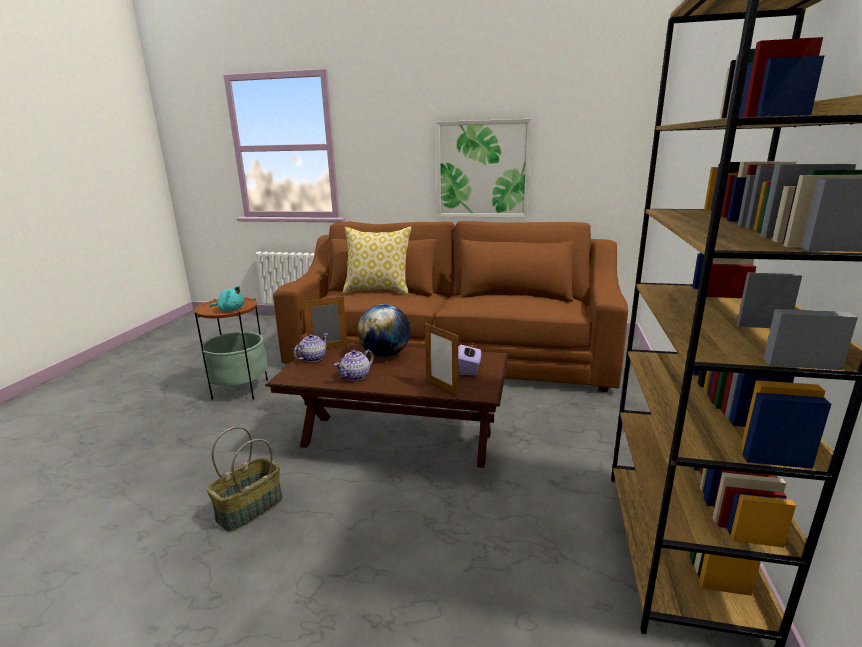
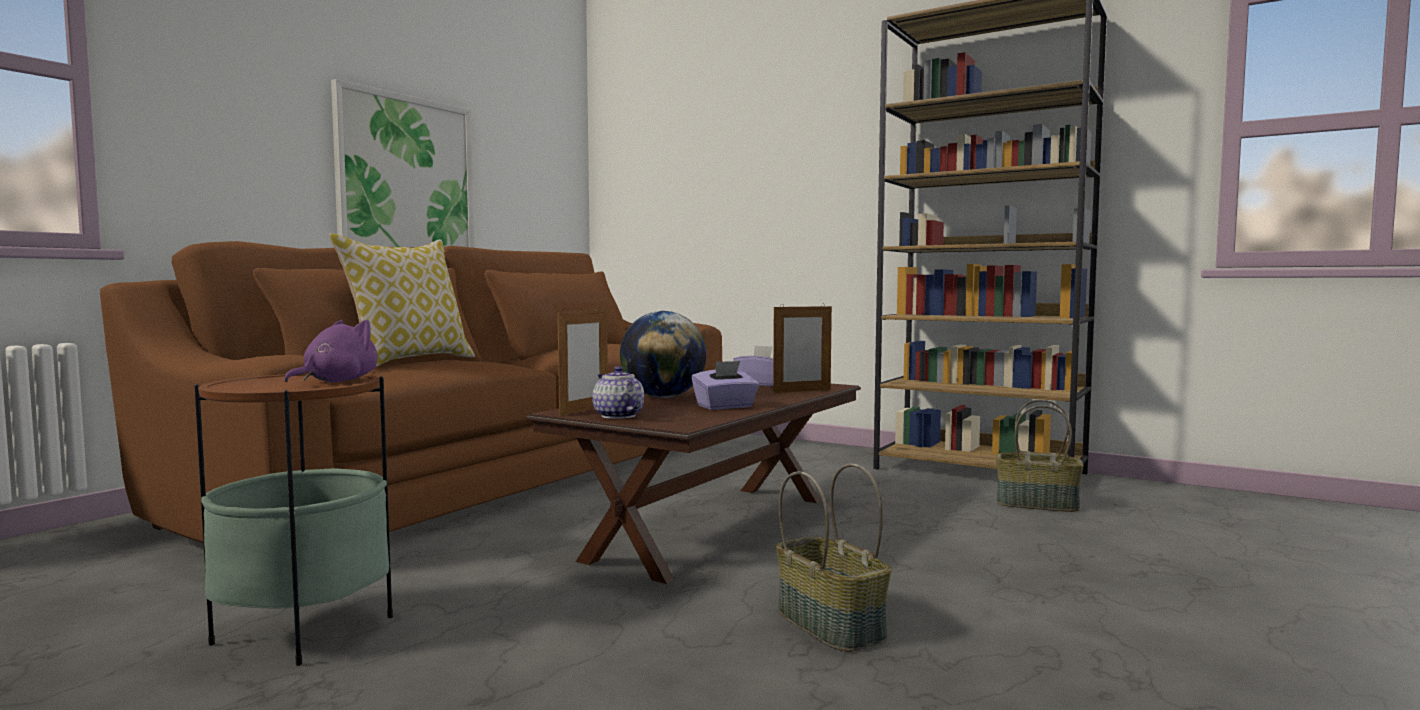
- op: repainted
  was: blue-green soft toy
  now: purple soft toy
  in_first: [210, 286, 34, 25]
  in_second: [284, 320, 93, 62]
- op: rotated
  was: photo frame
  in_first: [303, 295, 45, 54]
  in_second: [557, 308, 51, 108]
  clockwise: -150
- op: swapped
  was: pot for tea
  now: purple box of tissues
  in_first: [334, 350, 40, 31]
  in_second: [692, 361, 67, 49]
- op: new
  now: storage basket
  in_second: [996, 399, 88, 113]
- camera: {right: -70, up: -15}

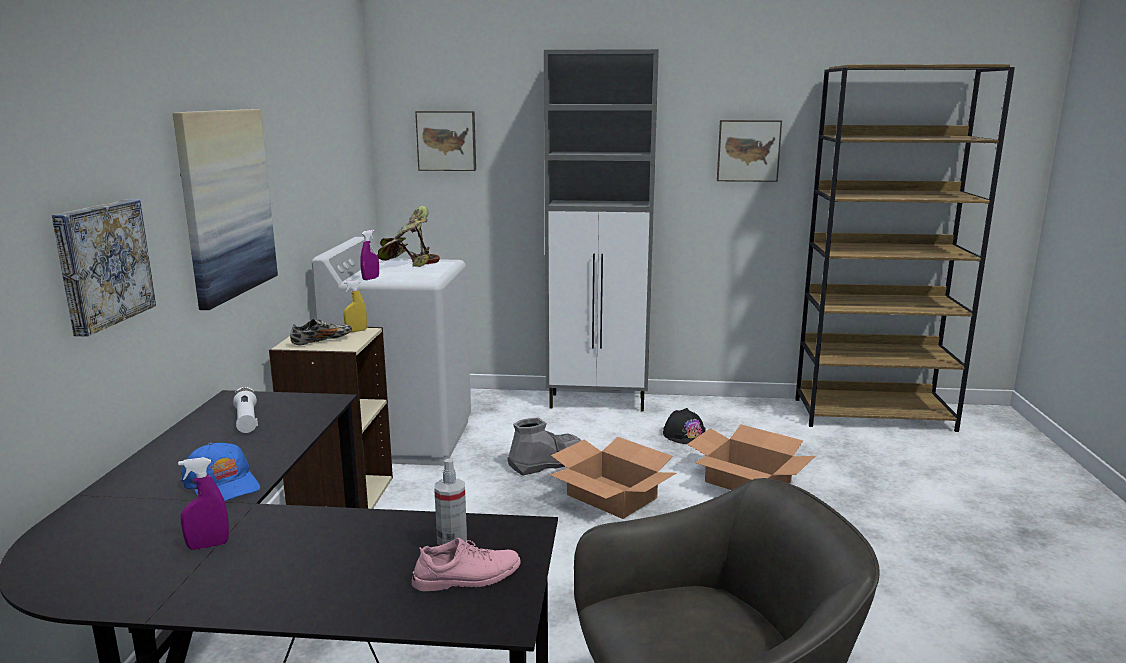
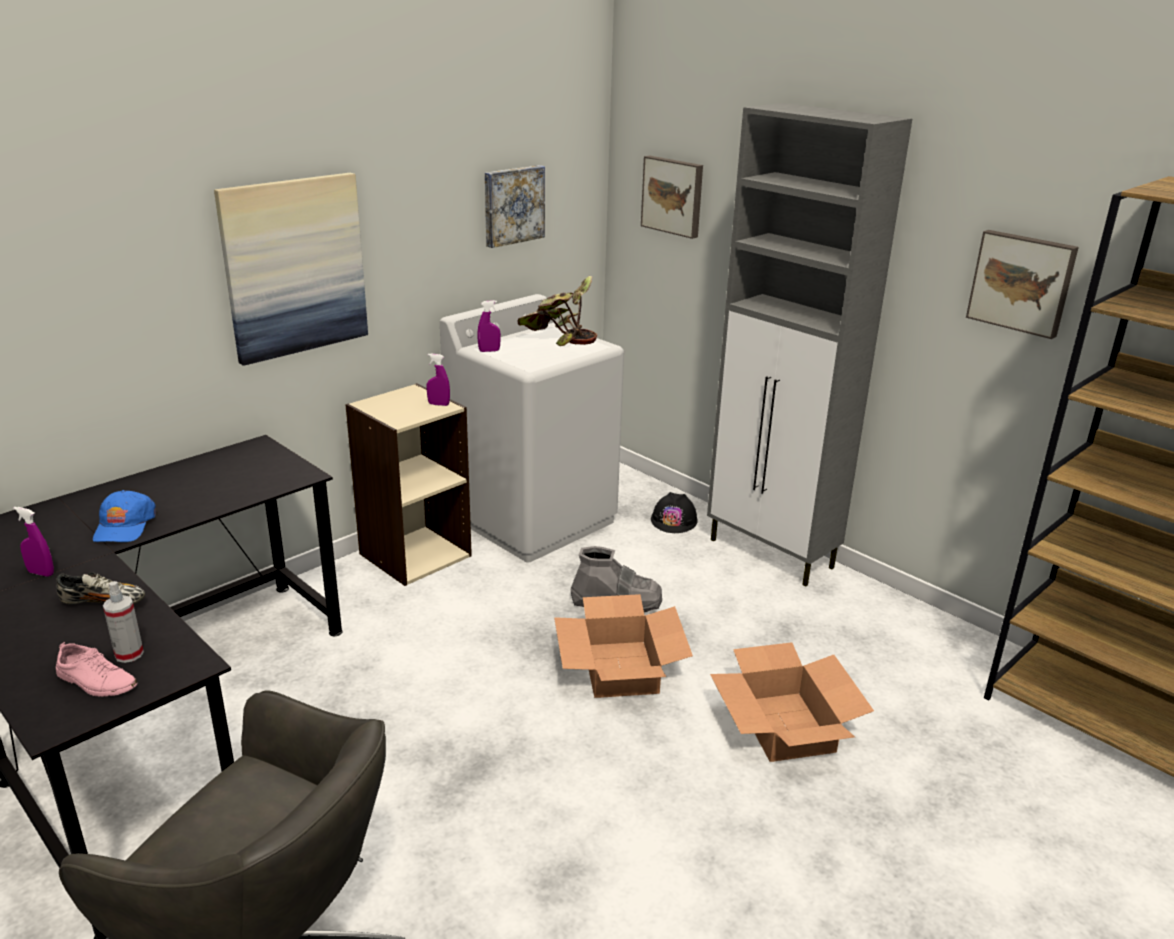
- op: shifted
  was: shoe
  in_first: [290, 319, 62, 27]
  in_second: [56, 572, 89, 32]
- op: repainted
  was: yellow spray bottle
  now: purple spray bottle
  in_first: [344, 280, 23, 52]
  in_second: [426, 353, 24, 53]
- op: shifted
  was: picture
  in_first: [52, 199, 104, 138]
  in_second: [485, 165, 60, 83]
- op: shifted
  was: blackish hard hat
  in_first: [663, 408, 42, 36]
  in_second: [651, 492, 47, 41]
- op: gone
  was: white-coloured torch
  in_first: [233, 387, 25, 46]
- camera: {right: 40, up: 10}

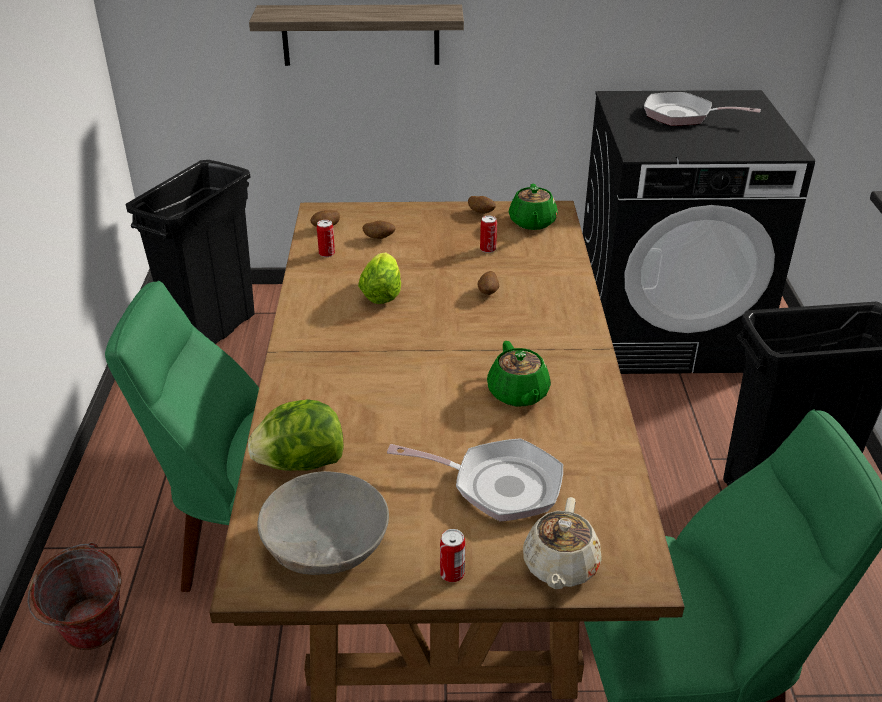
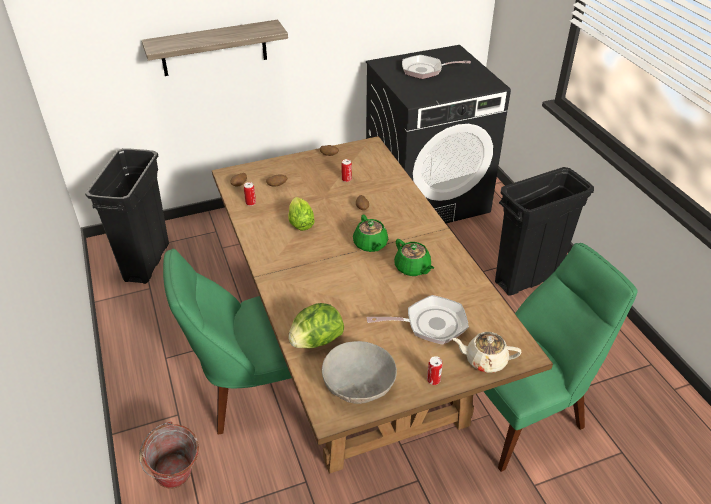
- op: shifted
  was: green-coloured pot for tea
  in_first: [509, 184, 49, 46]
  in_second: [353, 215, 35, 37]
- op: rotated
  was: beige-coloured pot for tea
  in_first: [523, 497, 79, 92]
  in_second: [453, 332, 69, 41]
  clockwise: 105
- camera: {right: -20, up: 5}

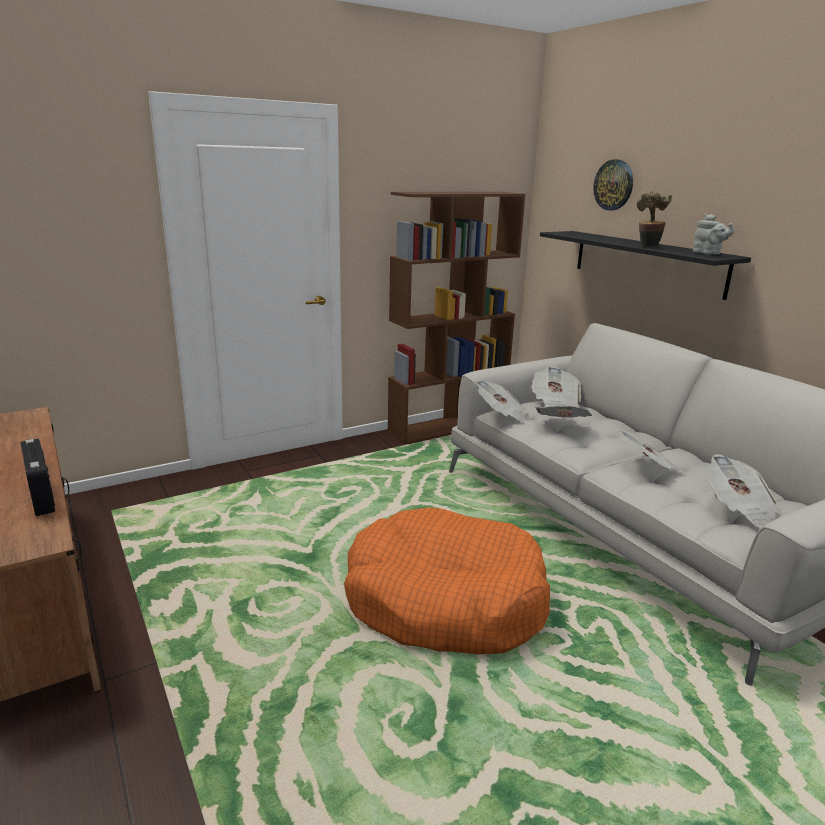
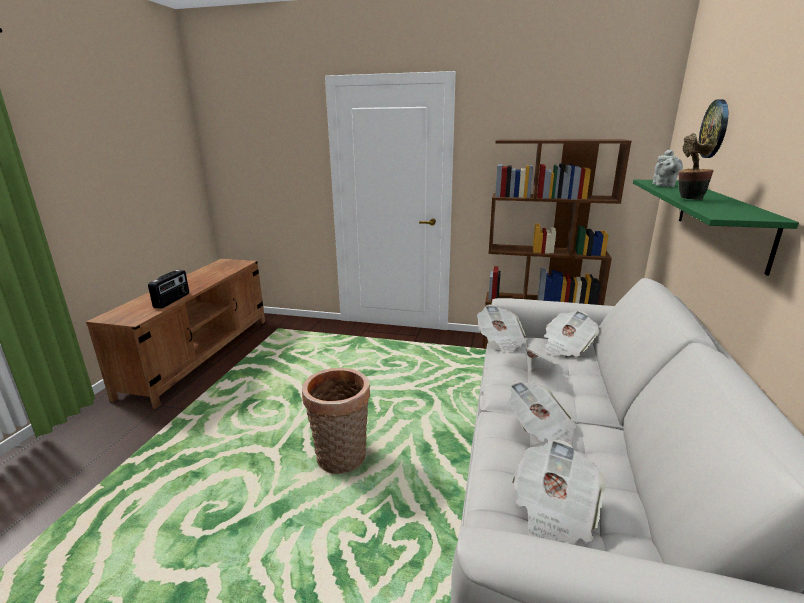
- op: swapped
  was: orange dog bed
  now: storage basket
  in_first: [344, 508, 206, 146]
  in_second: [302, 368, 68, 106]
- op: repainted
  was: blackish shelf
  now: green-coloured shelf
  in_first: [540, 231, 211, 69]
  in_second: [633, 180, 166, 95]
- op: shifted
  was: greyish pot for tea
  in_first: [693, 214, 42, 40]
  in_second: [652, 150, 31, 37]
- camera: {right: 45, up: 0}

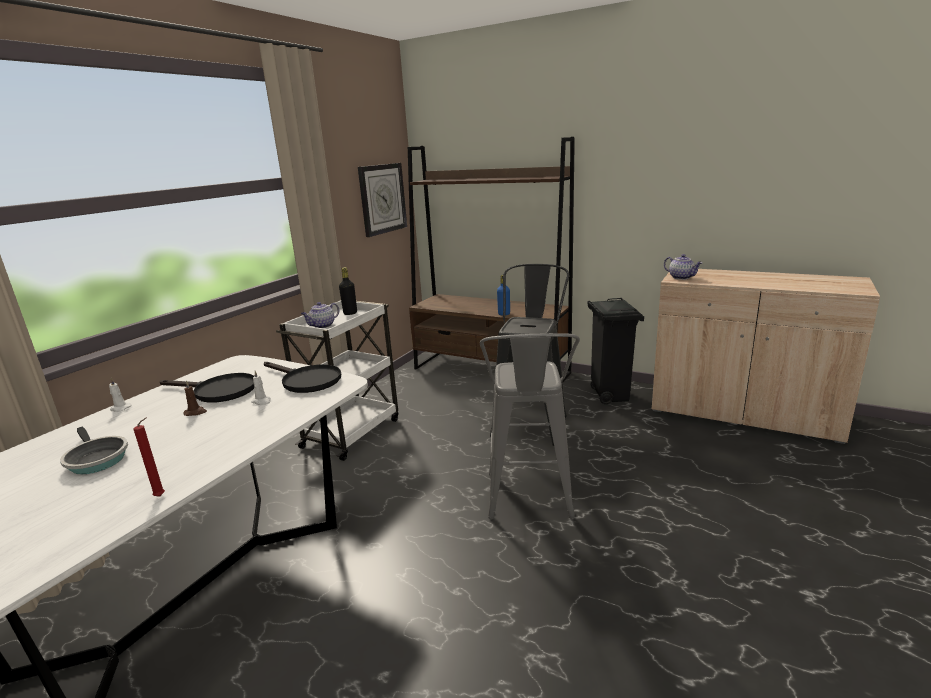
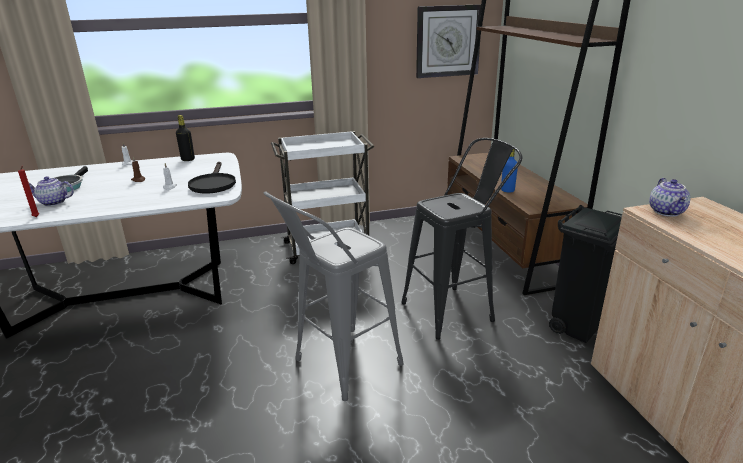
- op: shifted
  was: pot for tea
  in_first: [301, 302, 38, 26]
  in_second: [29, 176, 45, 30]
- op: shifted
  was: blackish drink bottle
  in_first: [339, 267, 18, 48]
  in_second: [176, 115, 19, 46]
- op: gone
  was: blackish pan
  in_first: [160, 373, 94, 30]
- camera: {right: 45, up: 5}

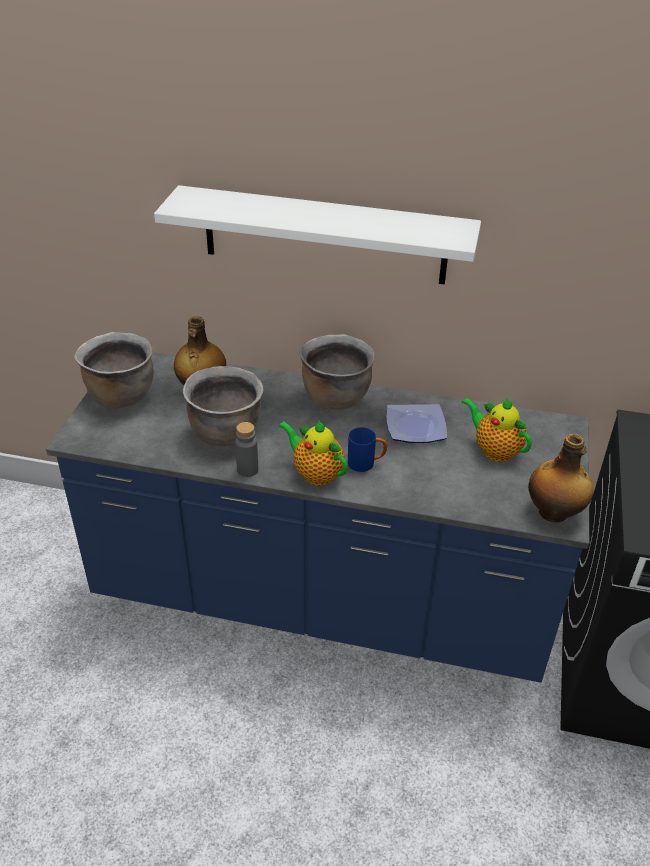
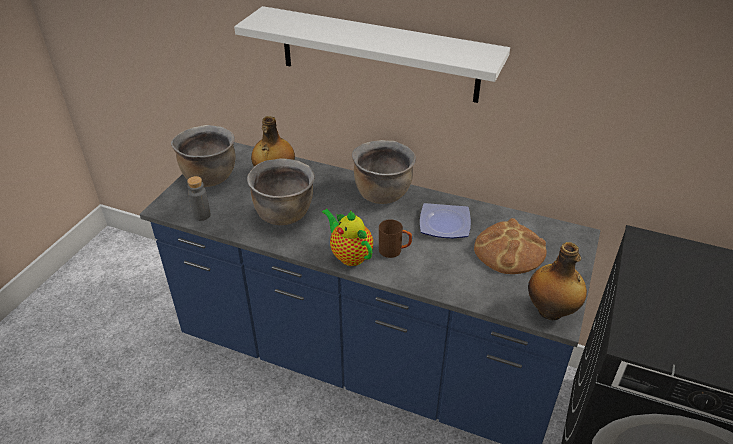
- op: shifted
  was: greyish drink bottle
  in_first: [235, 422, 23, 55]
  in_second: [187, 176, 24, 45]
- op: repainted
  was: bluish tea mug
  now: brown-coloured tea mug
  in_first: [348, 427, 39, 45]
  in_second: [379, 219, 33, 39]
- op: swapped
  was: pot for tea
  now: baked bread
  in_first: [462, 398, 70, 64]
  in_second: [474, 218, 73, 56]
- camera: {right: 10, up: 0}

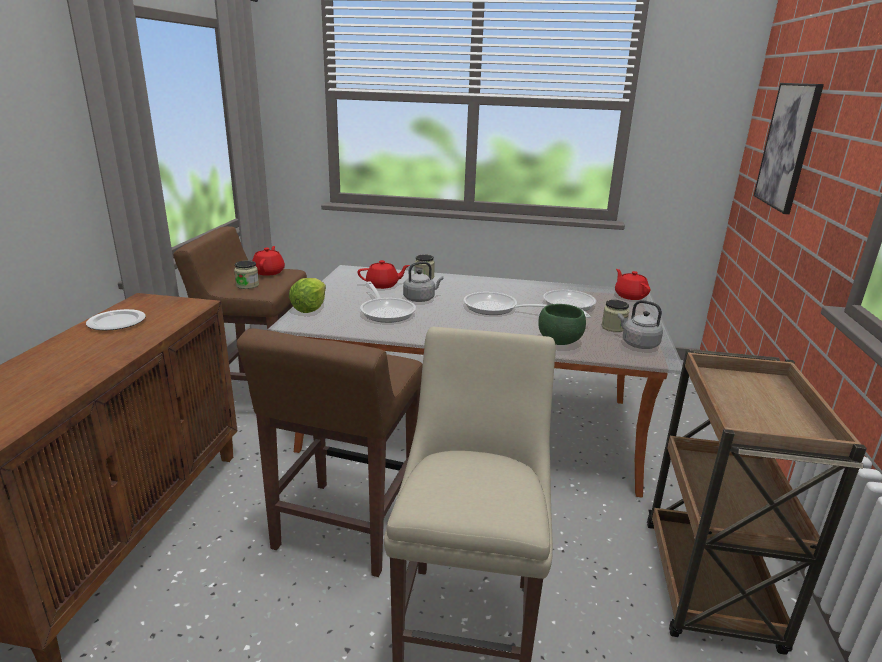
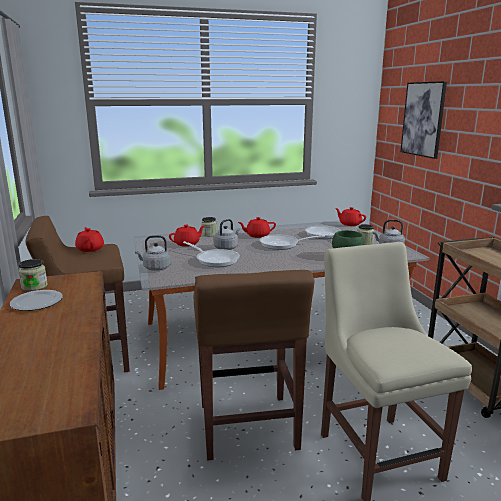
- op: shifted
  was: preserve jar
  in_first: [234, 260, 25, 29]
  in_second: [18, 259, 30, 32]
- op: swapped
  was: lettuce head
  now: greyish tea kettle
  in_first: [289, 278, 37, 35]
  in_second: [135, 235, 36, 36]
- op: new
  now: reddish pot for tea
  in_second: [238, 217, 38, 21]
- camera: {right: -25, up: -5}

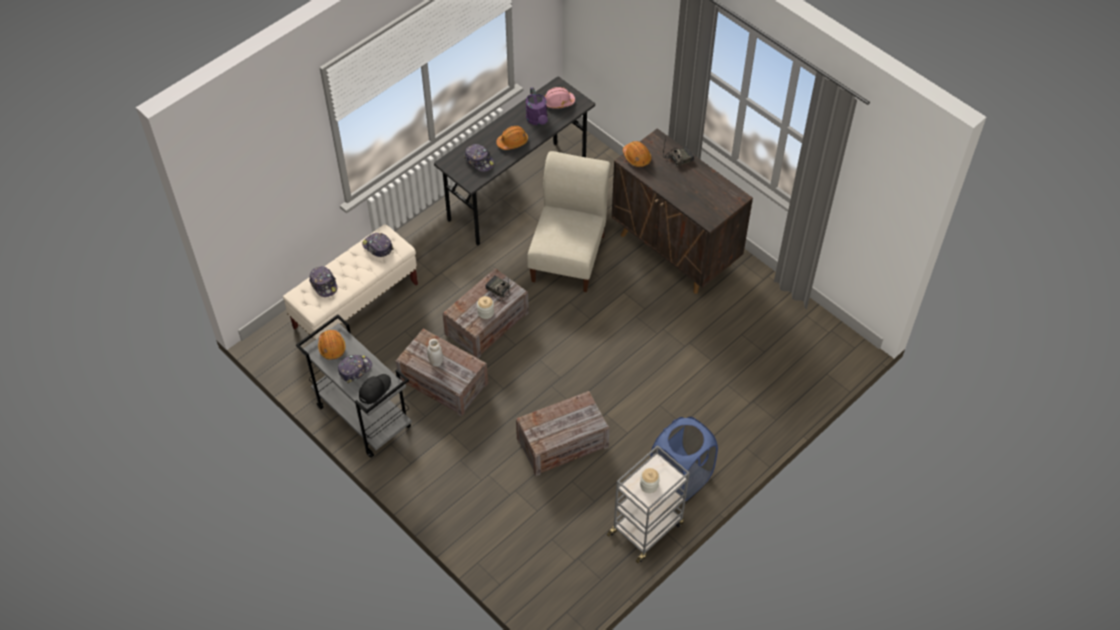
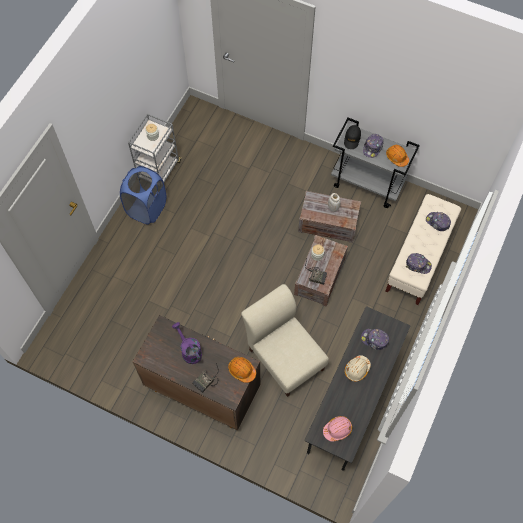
- op: shifted
  was: purple watering pot
  in_first: [526, 87, 22, 38]
  in_second: [172, 322, 30, 42]
- op: rotated
  was: beige-coloured plain chair
  in_first: [527, 151, 83, 141]
  in_second: [241, 284, 88, 113]
  clockwise: 150
- op: repainted
  was: orange hard hat
  now: beige-coloured hard hat
  in_first: [496, 126, 32, 24]
  in_second: [345, 355, 26, 27]
- op: gone
  was: packing crate
  in_first: [516, 391, 94, 85]
- camera: {right: 160, up: 10}

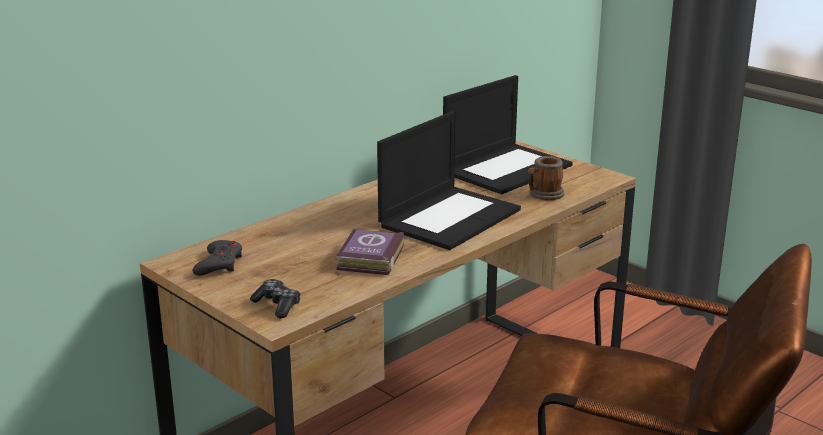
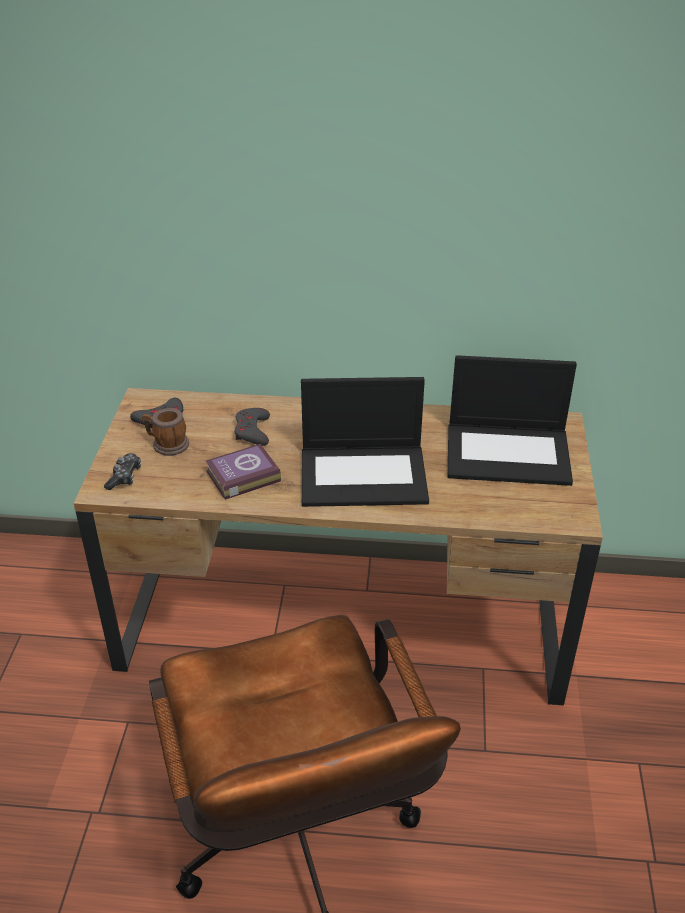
- op: shifted
  was: tea mug
  in_first: [528, 156, 37, 44]
  in_second: [142, 408, 47, 48]
- op: new
  now: greyish joypad
  in_second: [234, 408, 36, 38]
- camera: {right: 50, up: 15}

